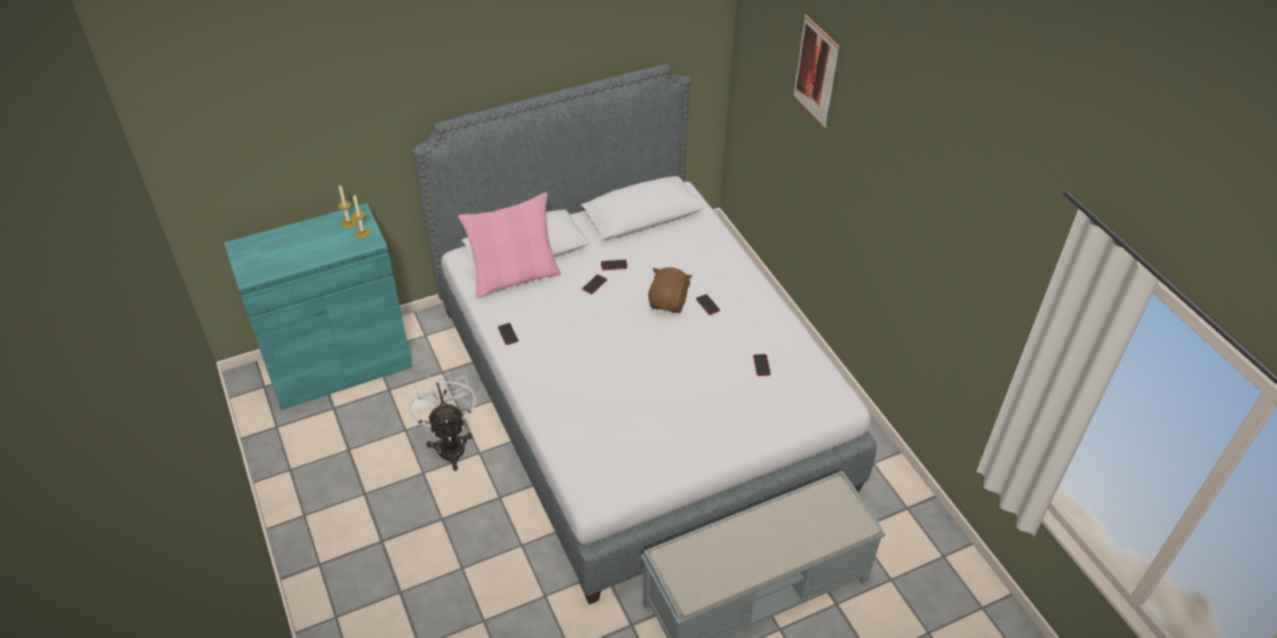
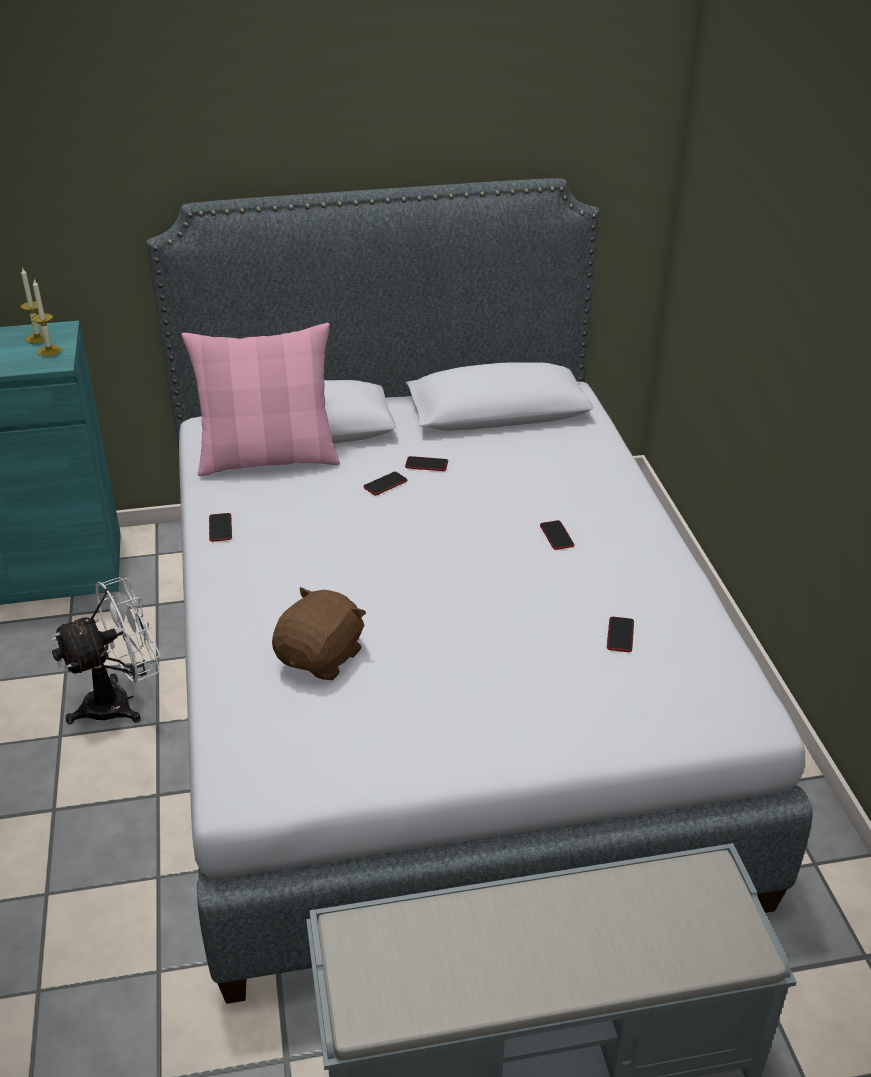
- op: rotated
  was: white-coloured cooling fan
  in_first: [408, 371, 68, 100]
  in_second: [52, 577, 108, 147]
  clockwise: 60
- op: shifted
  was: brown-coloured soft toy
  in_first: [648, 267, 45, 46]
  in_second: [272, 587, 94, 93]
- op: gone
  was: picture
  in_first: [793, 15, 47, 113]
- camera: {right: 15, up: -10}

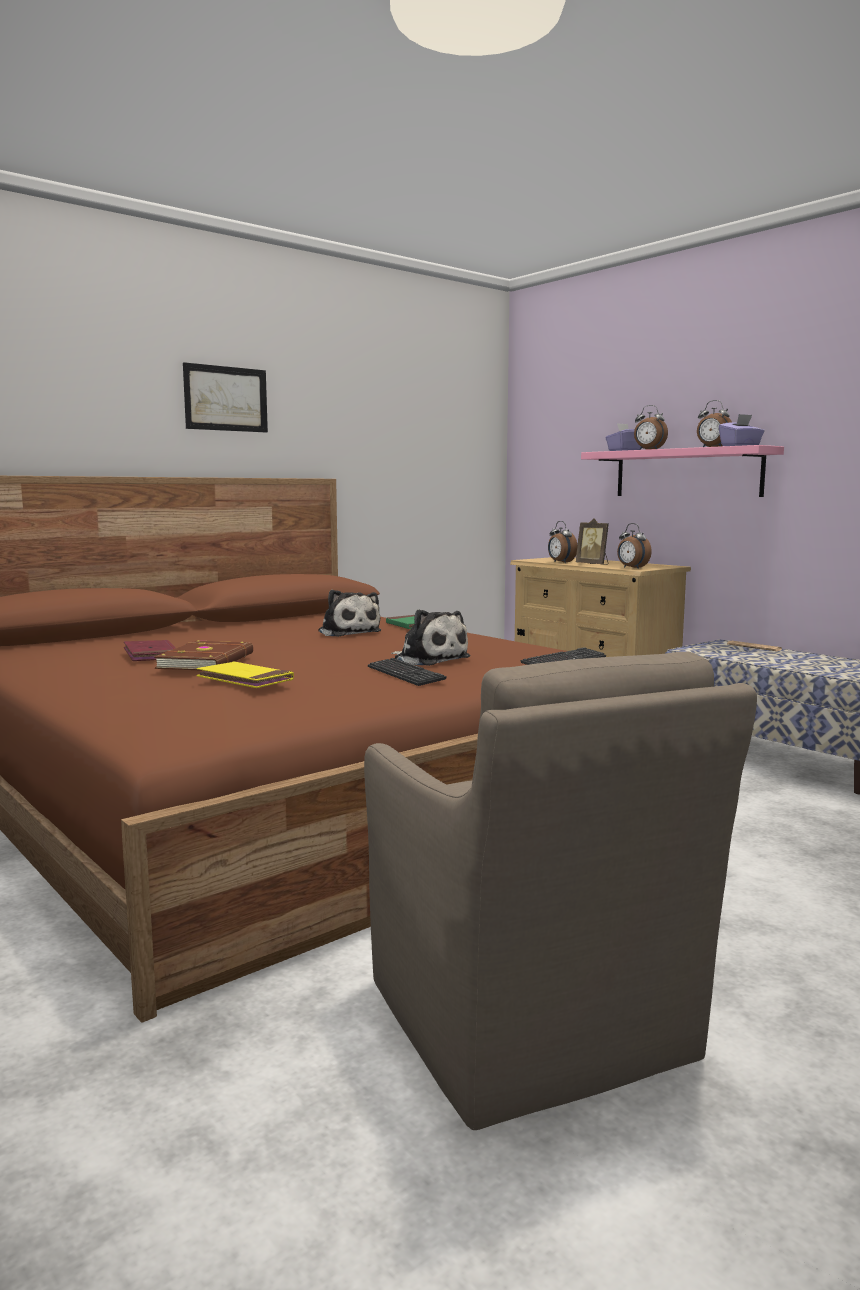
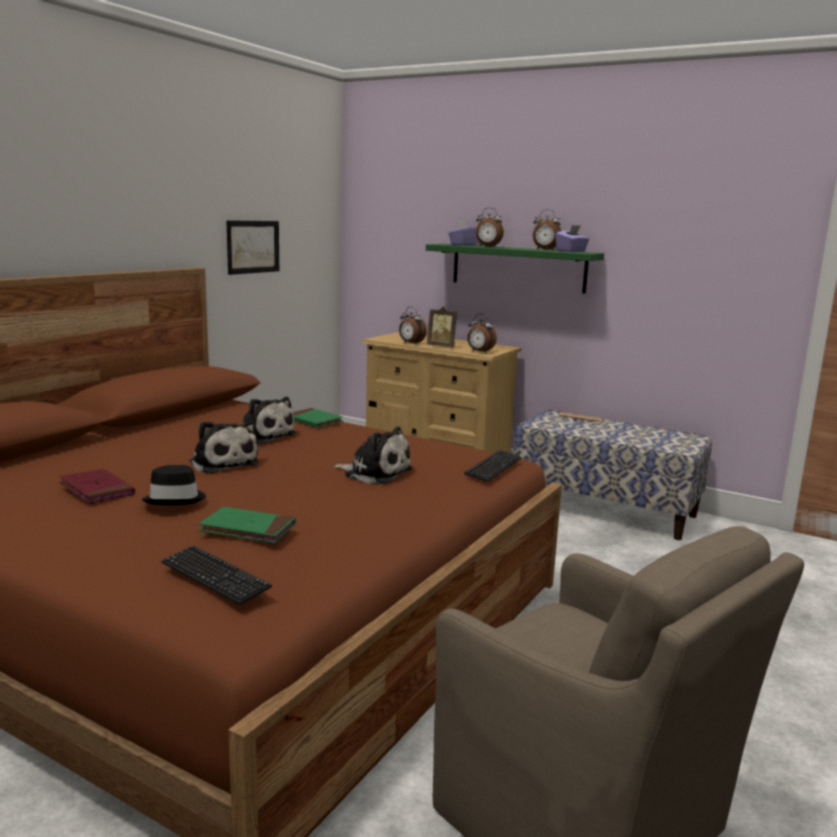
- op: swapped
  was: brown-coloured bound book
  now: blackish wearable hat
  in_first: [154, 640, 99, 31]
  in_second: [141, 465, 65, 40]
- op: shifted
  was: keyboard
  in_first: [368, 658, 79, 28]
  in_second: [162, 546, 110, 59]
- op: new
  now: soft toy
  in_second: [190, 420, 69, 54]
- op: repainted
  was: yellow bound book
  now: green-coloured bound book
  in_first: [197, 662, 97, 26]
  in_second: [199, 507, 97, 36]
- op: shifted
  was: picture
  in_first: [183, 362, 85, 71]
  in_second: [227, 220, 52, 55]
- op: repainted
  was: pink-coloured shelf
  now: green-coloured shelf
  in_first: [581, 445, 203, 52]
  in_second: [426, 244, 178, 49]
- camera: {right: -20, up: 5}

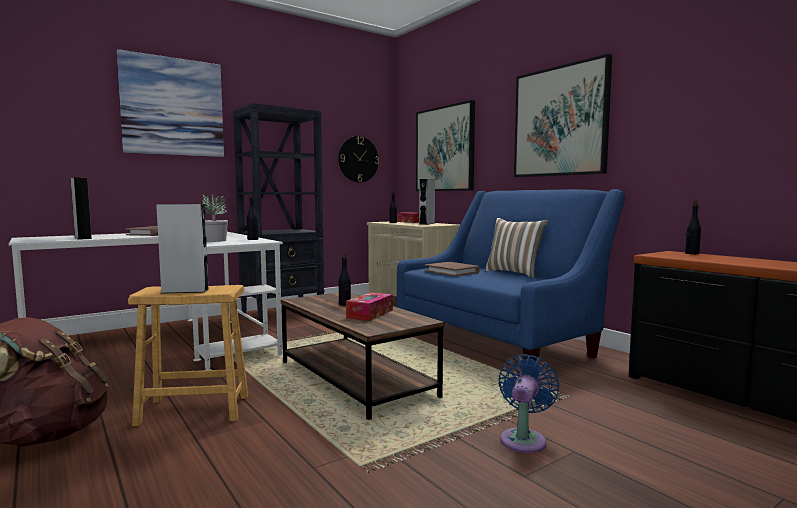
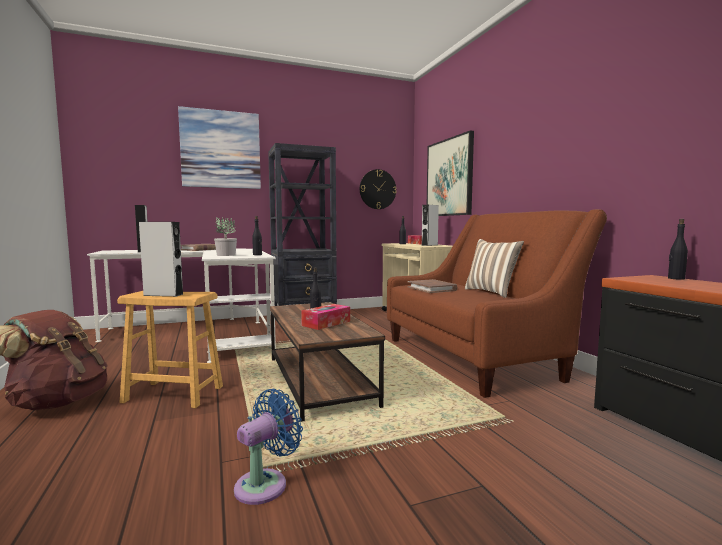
- op: shifted
  was: bluish cooling fan
  in_first: [498, 354, 62, 99]
  in_second: [234, 389, 69, 116]
- op: repainted
  was: bluish couch
  now: brown-coloured couch
  in_first: [397, 189, 228, 172]
  in_second: [387, 209, 220, 189]
- op: gone
  was: picture
  in_first: [514, 54, 98, 123]
- camera: {right: 15, up: 0}

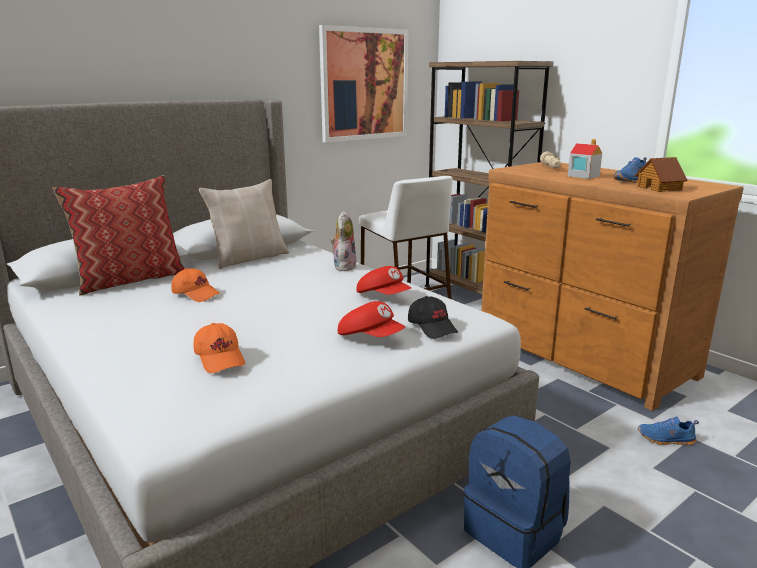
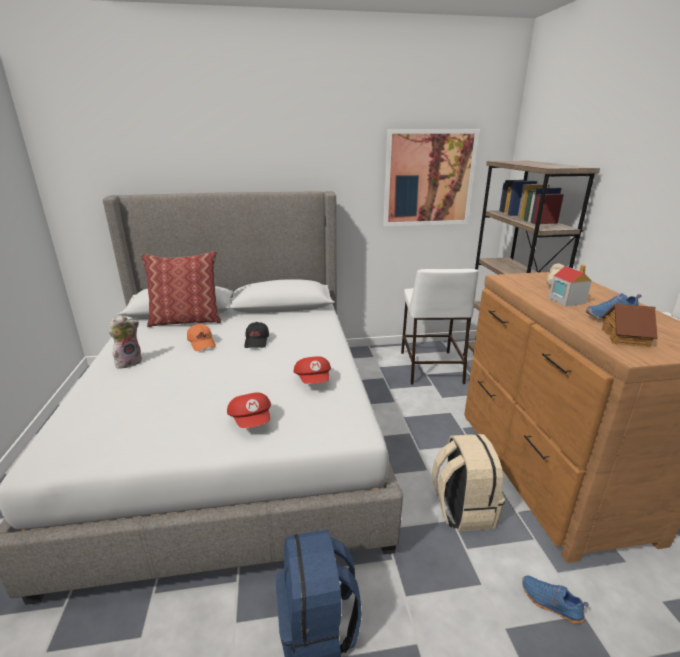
- op: shifted
  was: soft toy
  in_first: [330, 211, 27, 60]
  in_second: [109, 315, 33, 54]
- op: shifted
  was: blackish cap
  in_first: [408, 296, 50, 43]
  in_second: [244, 322, 25, 26]
- op: new
  now: beige-coloured knapsack
  in_second: [432, 434, 73, 97]
- op: gone
  was: orange cap
  in_first: [194, 323, 51, 50]
- op: gone
  was: beige-coloured throw pillow
  in_first: [199, 179, 90, 90]
- camera: {right: 30, up: 5}

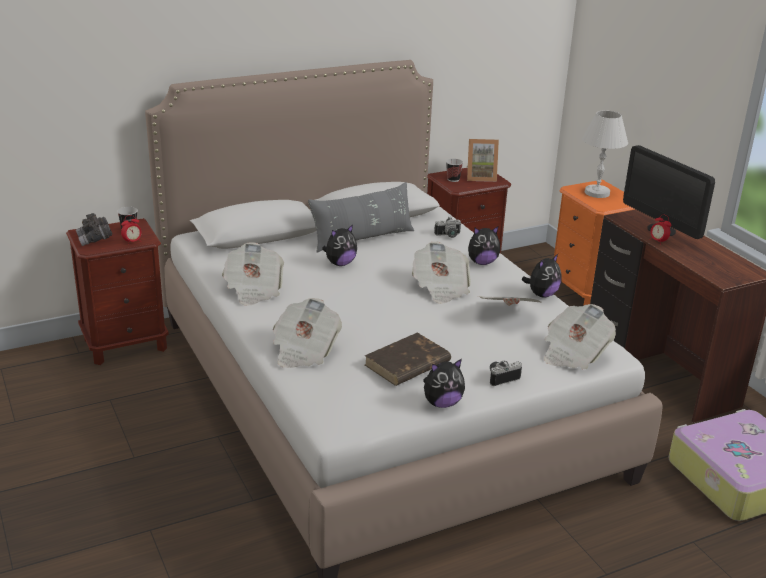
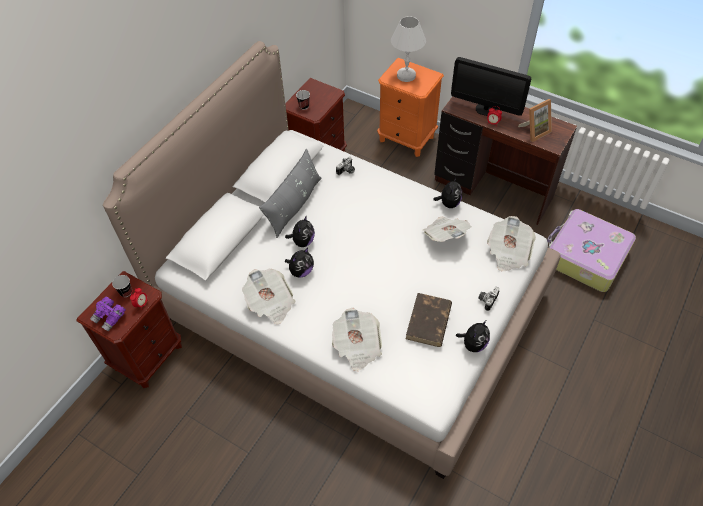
- op: repainted
  was: greyish pair of binoculars
  now: purple pair of binoculars
  in_first: [76, 213, 36, 33]
  in_second: [90, 296, 35, 36]
- op: shifted
  was: soft toy
  in_first: [468, 226, 32, 39]
  in_second: [285, 248, 29, 30]
- op: shifted
  was: photo frame
  in_first: [467, 139, 32, 43]
  in_second: [518, 99, 34, 43]
- op: gone
  was: daily paper
  in_first: [411, 241, 60, 63]
- camera: {right: -30, up: 25}

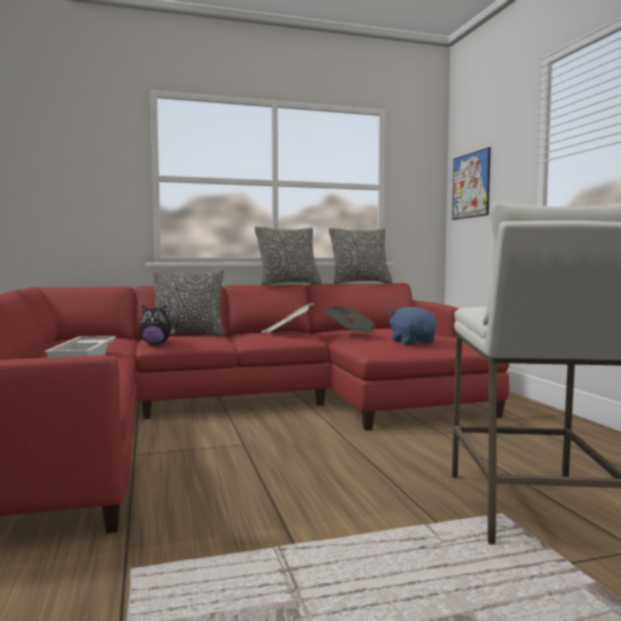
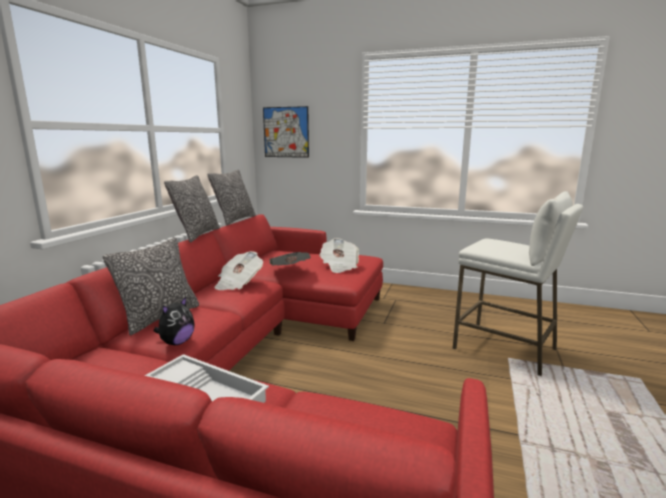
- op: swapped
  was: bluish soft toy
  now: daily paper
  in_first: [388, 307, 49, 38]
  in_second: [319, 238, 40, 35]
- camera: {right: -55, up: 10}

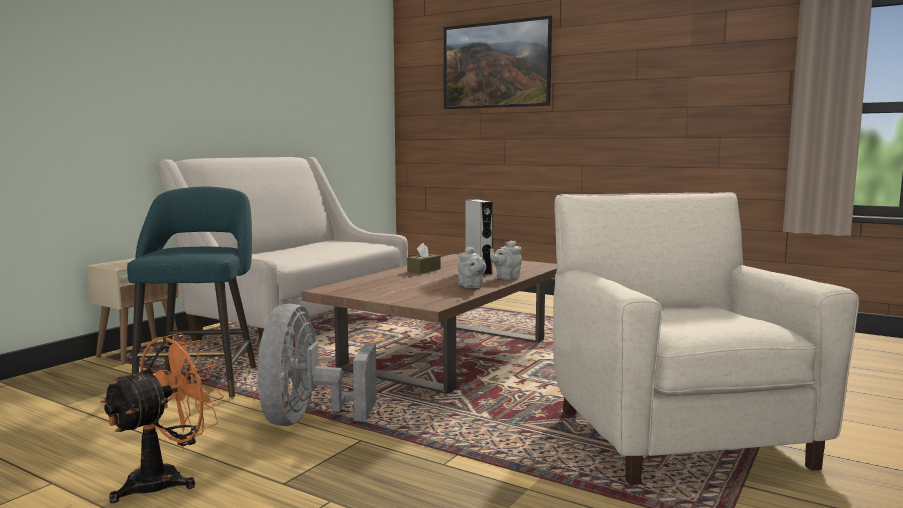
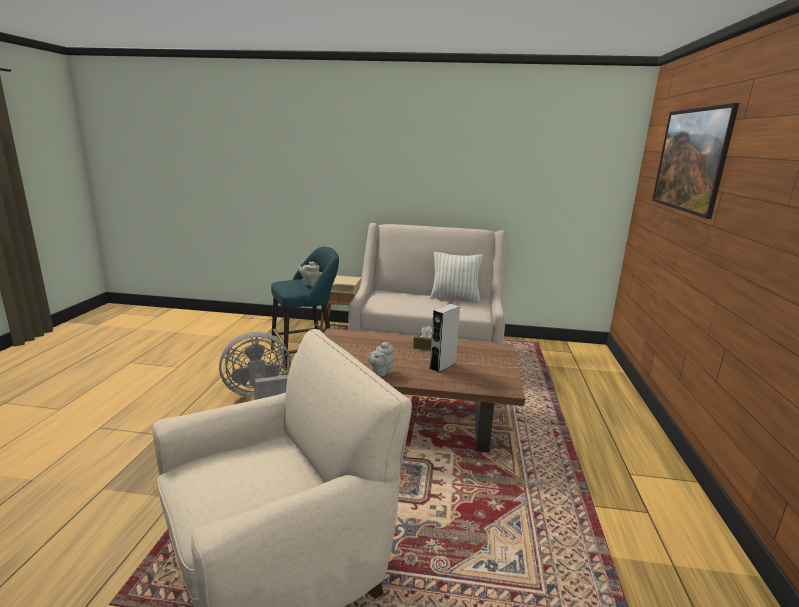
- op: shifted
  was: greyish pot for tea
  in_first: [490, 241, 32, 39]
  in_second: [298, 262, 22, 24]
- op: new
  now: throw pillow
  in_second: [430, 252, 53, 50]
- op: gone
  was: orange cooling fan
  in_first: [100, 333, 124, 170]
- camera: {right: 65, up: 10}

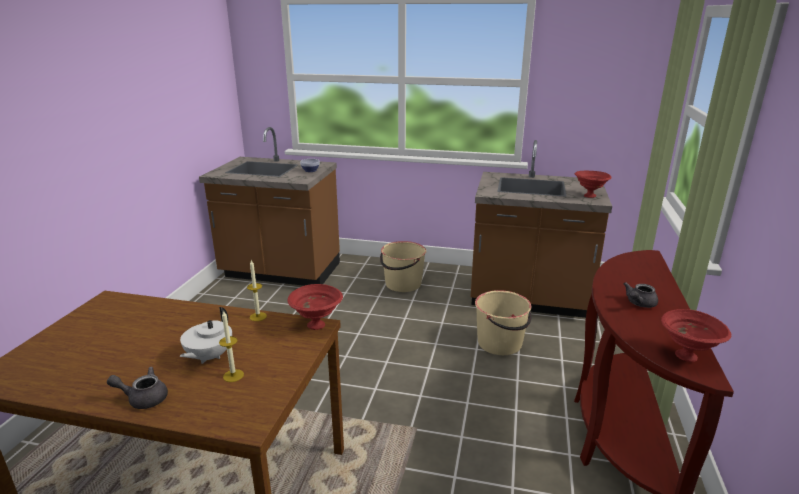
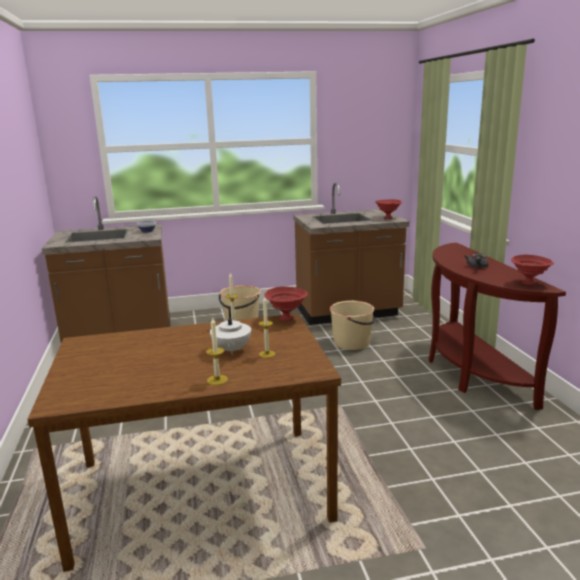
- op: swapped
  was: greyish pot for tea
  now: candle
  in_first: [107, 367, 61, 42]
  in_second: [206, 317, 22, 68]
- camera: {right: -25, up: -5}

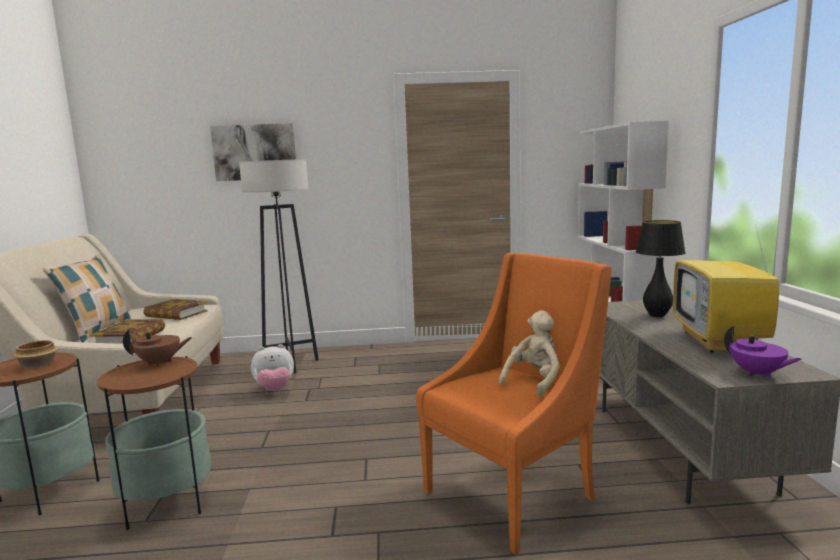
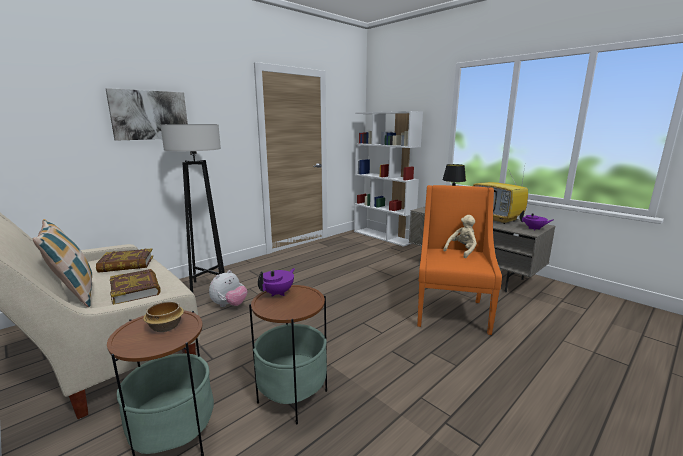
- op: repainted
  was: brown-coloured pot for tea
  now: purple pot for tea
  in_first: [123, 329, 69, 38]
  in_second: [258, 268, 37, 28]
- op: rotated
  was: beige-coloured soft toy
  in_first: [499, 310, 61, 87]
  in_second: [443, 215, 34, 43]
  clockwise: 45
- camera: {right: -40, up: 5}

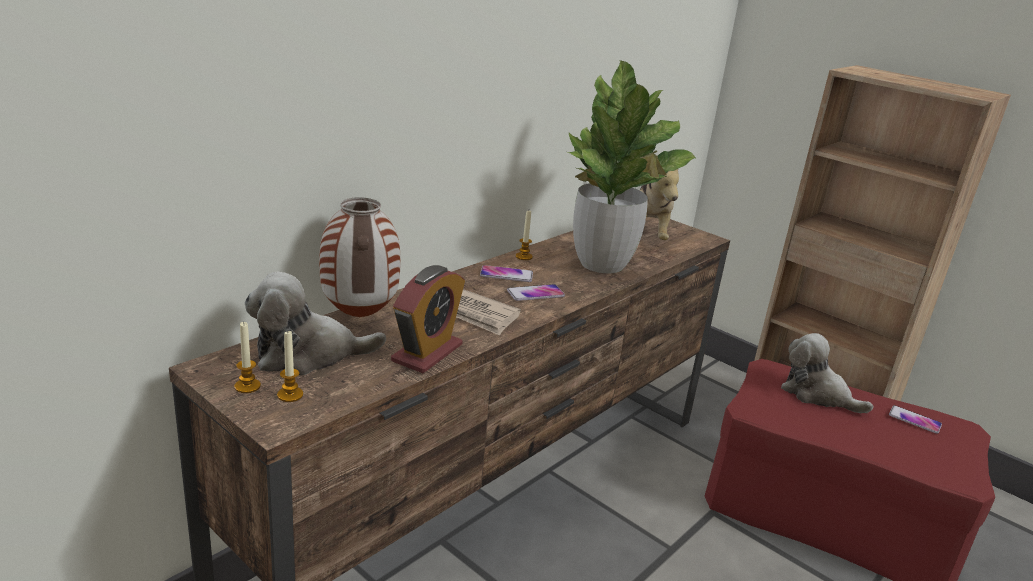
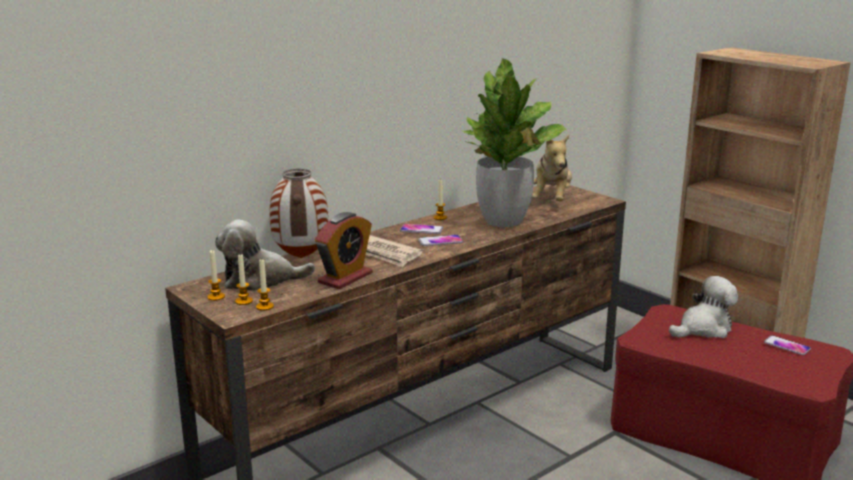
- op: new
  now: candle
  in_second: [256, 258, 18, 53]
- op: rotated
  was: soft toy
  in_first: [781, 333, 93, 80]
  in_second: [669, 276, 69, 62]
  clockwise: 105
- camera: {right: 10, up: -5}

